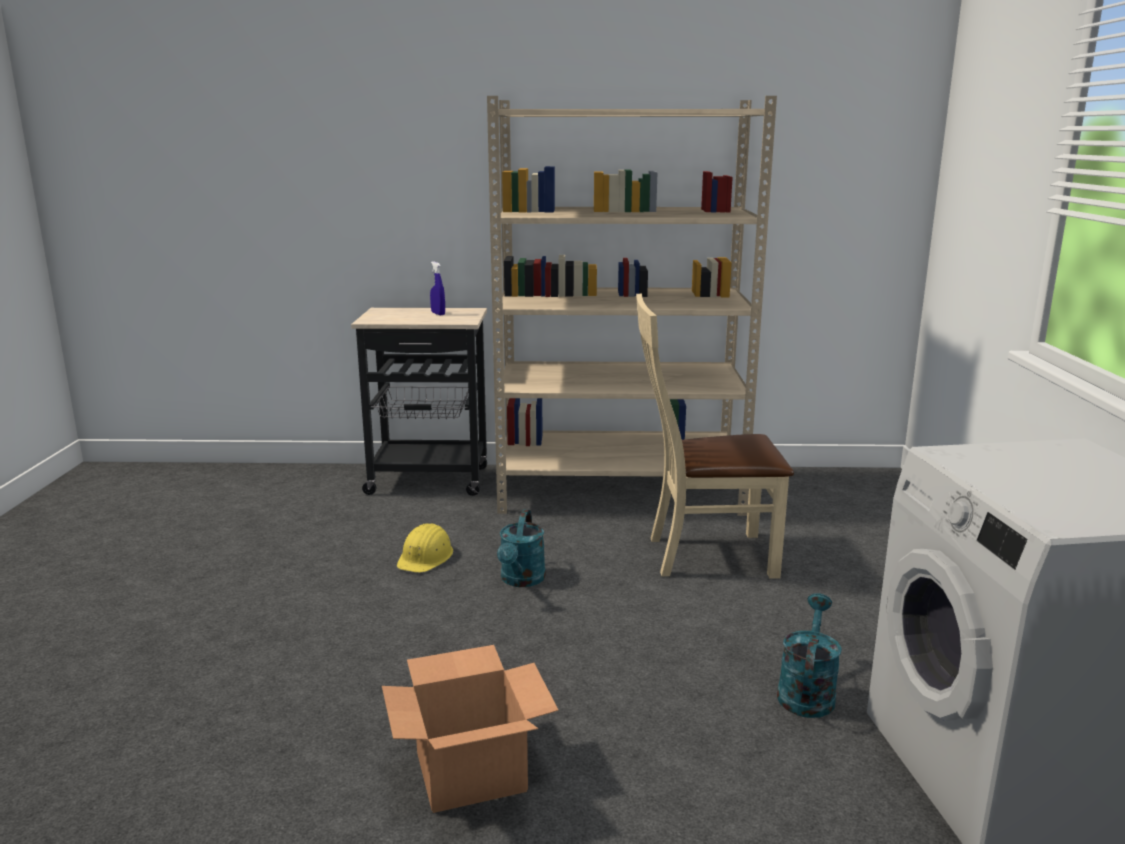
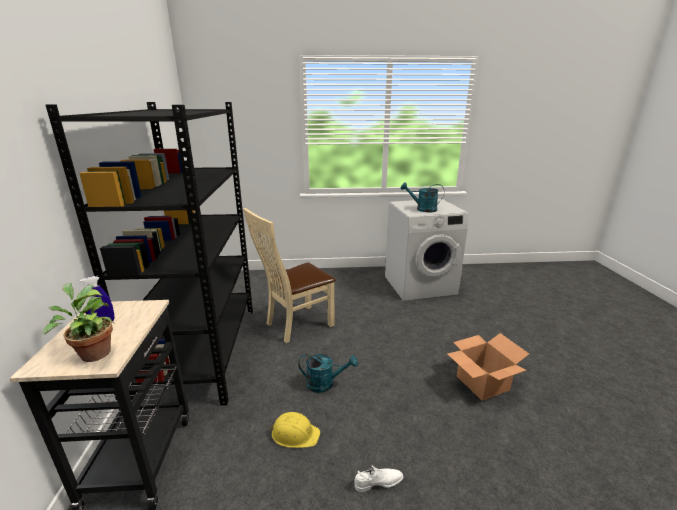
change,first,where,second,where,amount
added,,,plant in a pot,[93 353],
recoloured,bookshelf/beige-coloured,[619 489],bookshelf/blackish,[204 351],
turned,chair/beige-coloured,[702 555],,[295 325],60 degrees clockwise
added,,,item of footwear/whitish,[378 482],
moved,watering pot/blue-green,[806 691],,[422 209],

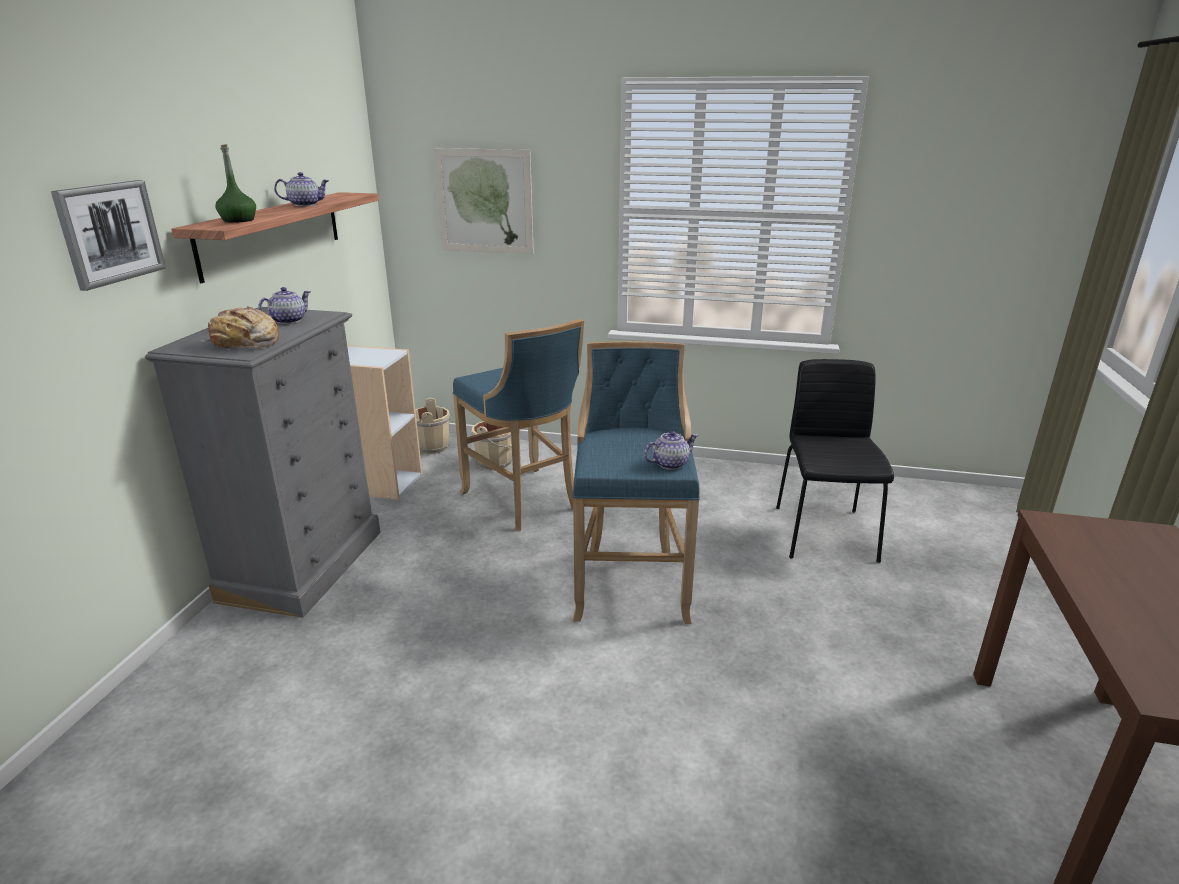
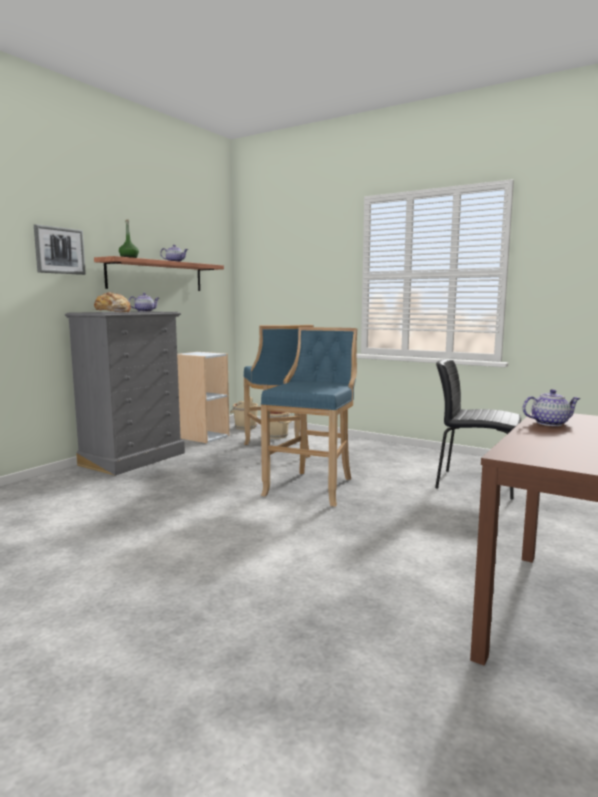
change,first,where,second,where,amount
turned,chair/blackish,[823 531],,[473 483],90 degrees counterclockwise
moved,tea pot,[670 463],,[549 423],
removed,wall art,[484 201],,,

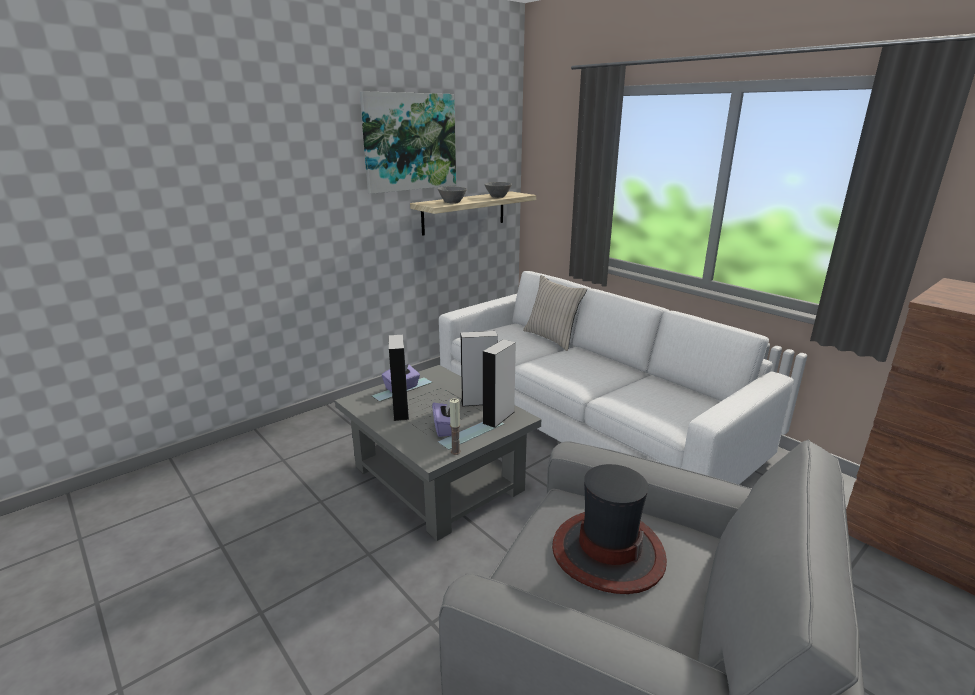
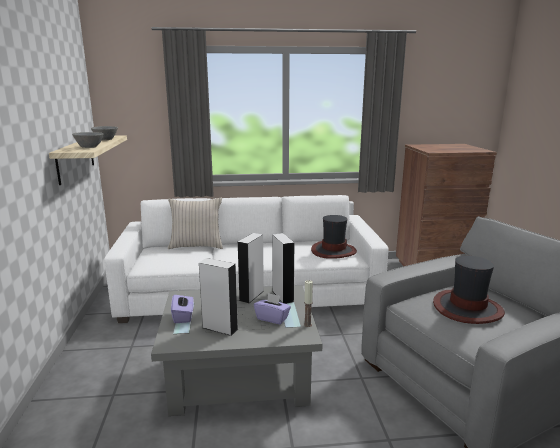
change,first,where,second,where,amount
added,,,wearable hat,[333 251],
removed,wall art,[410 142],,,

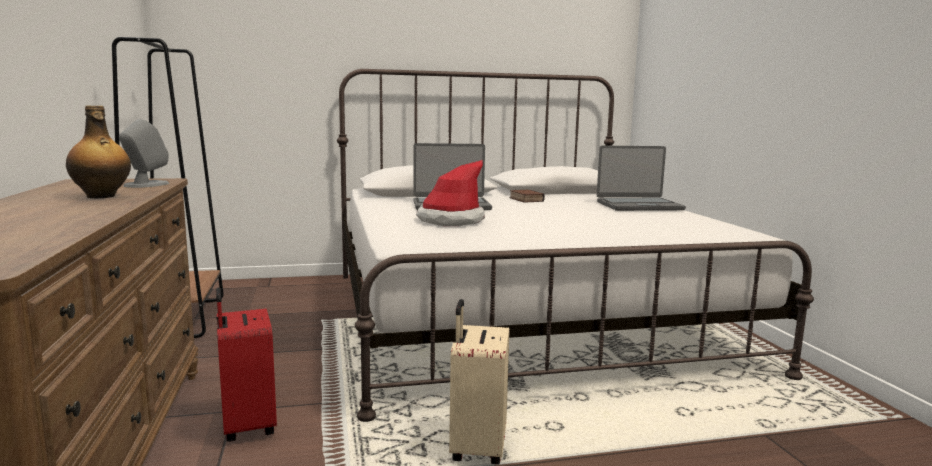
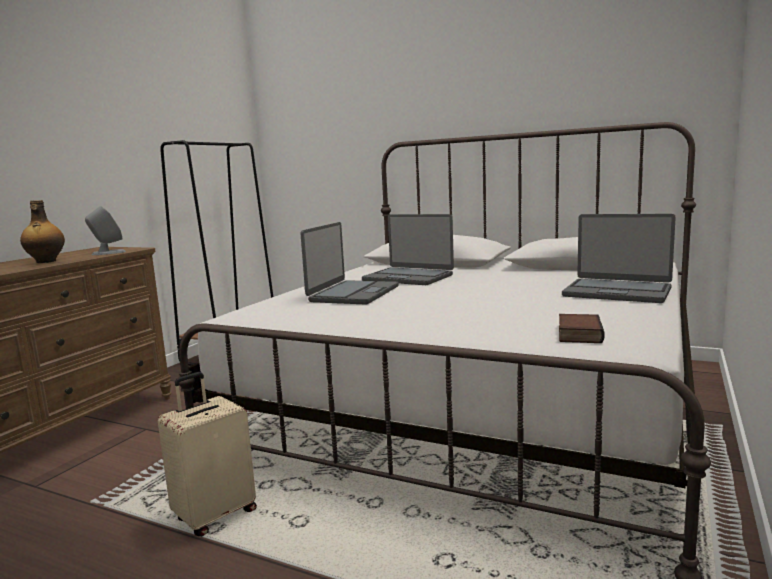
change,first,where,second,where,amount
replaced,wearable hat,[450 220],portable computer,[353 294],
moved,book,[525 199],,[577 334],
removed,piece of luggage/red-coloured,[247 426],,,

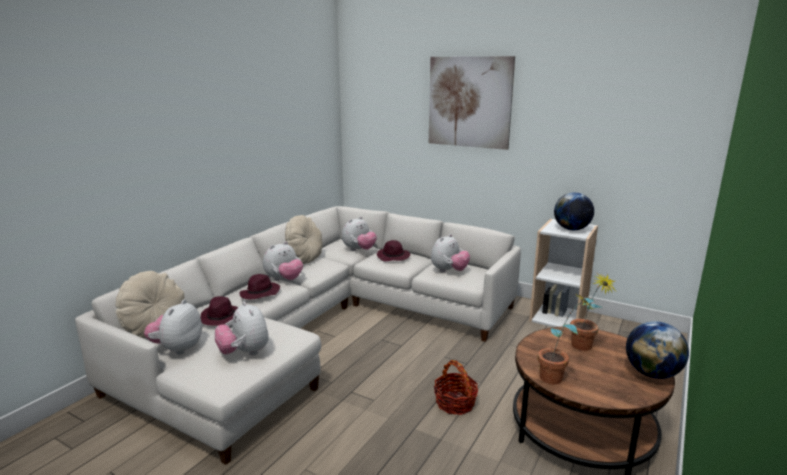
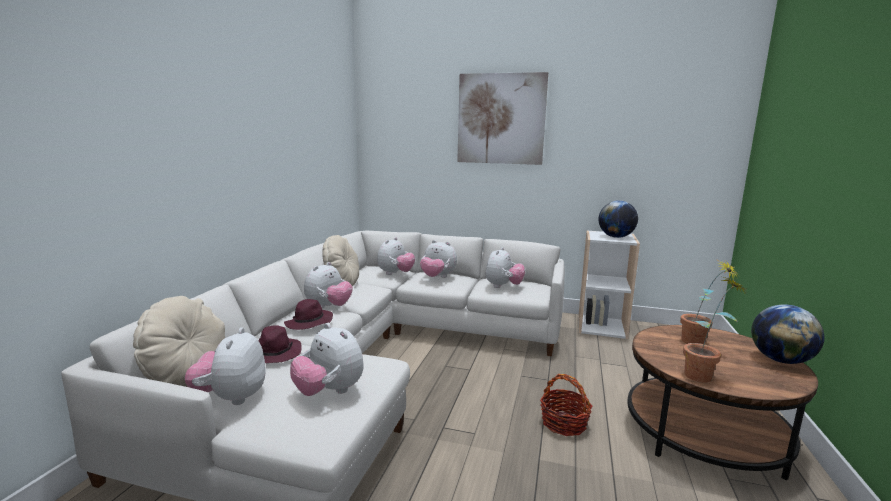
change,first,where,second,where,amount
replaced,wearable hat/purplish,[393 257],cuddly toy,[437 277],

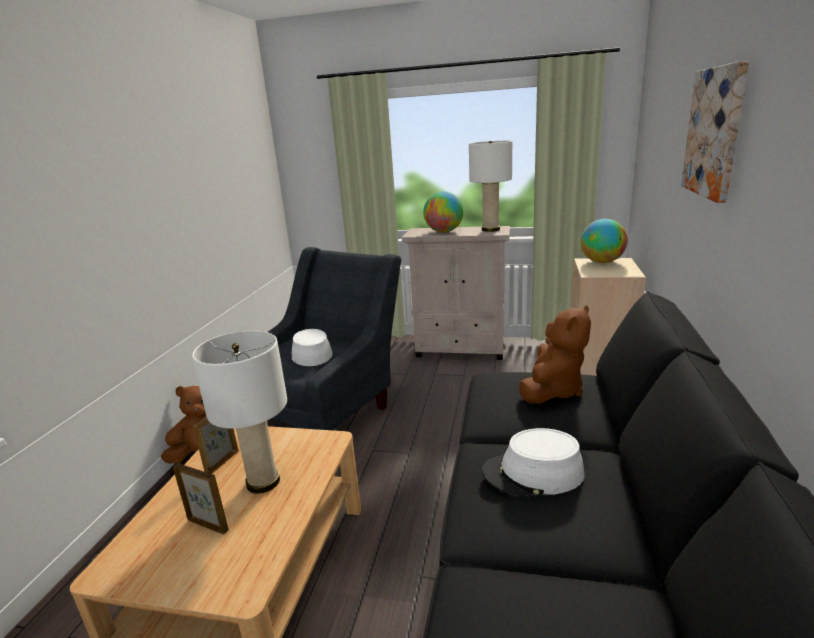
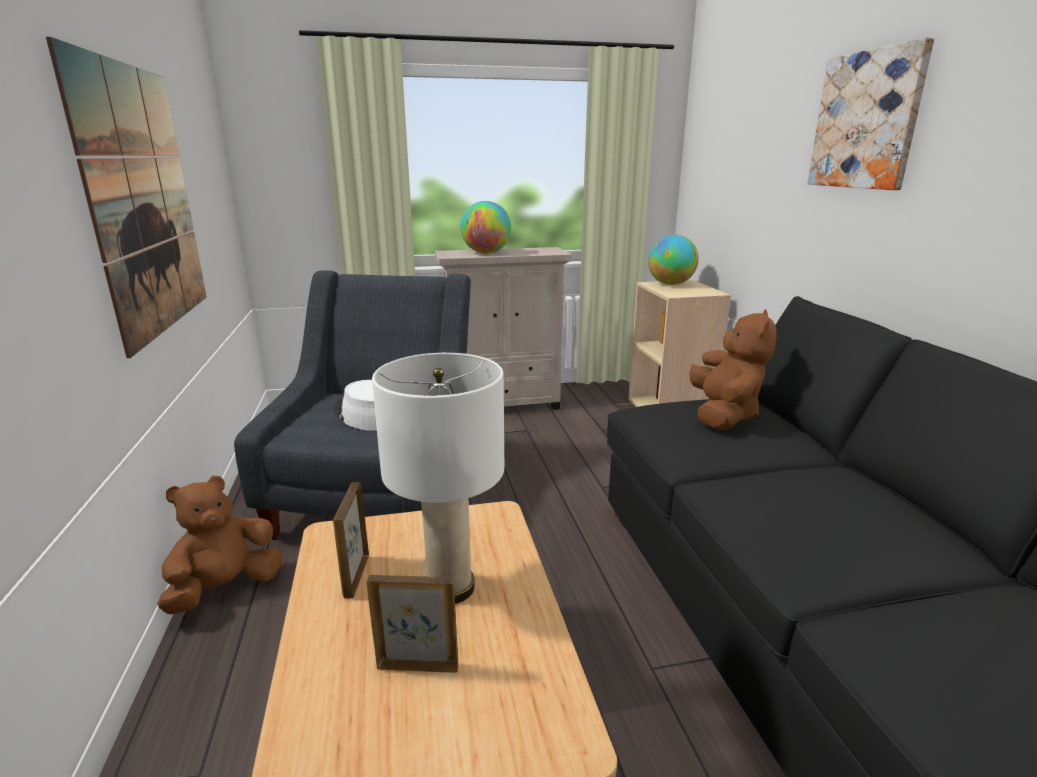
change,first,where,second,where,amount
added,,,wall art,[143 201],
removed,table lamp/whitish,[490 229],,,
removed,wearable hat/whitish,[533 474],,,

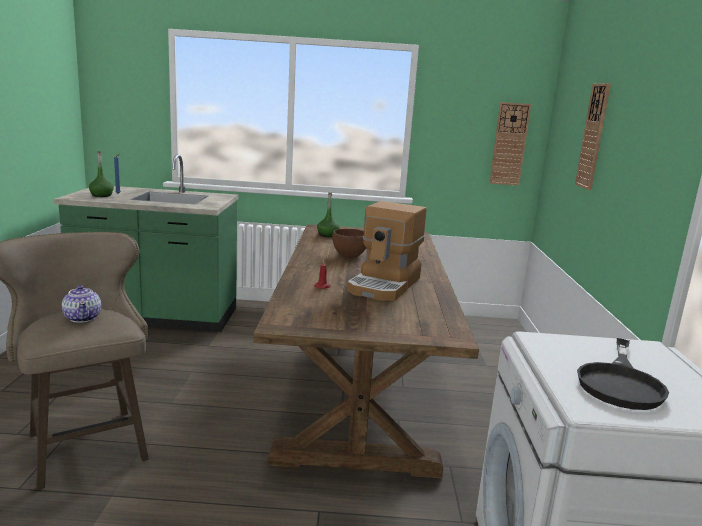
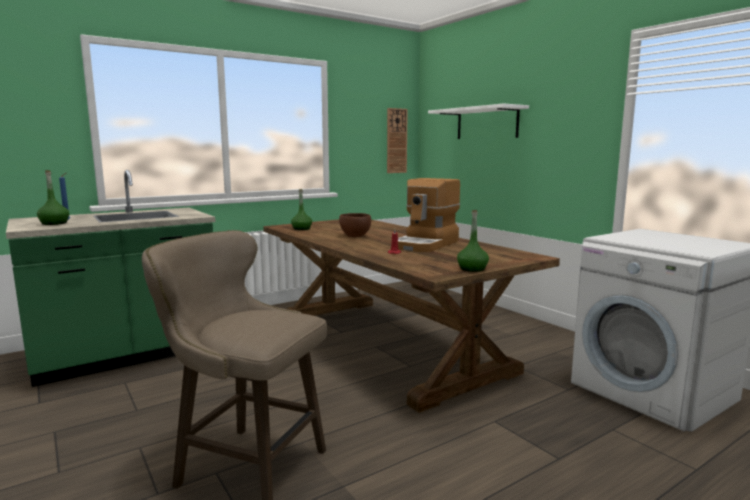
change,first,where,second,where,amount
turned,coffee maker,[385 285],,[426 244],45 degrees clockwise
replaced,hanging clock,[593 136],shelf/whitish,[487 123],
added,,,beverage bottle/green-coloured,[472 269],
removed,tea pot,[83 318],,,
removed,skillet/blackish,[620 382],,,

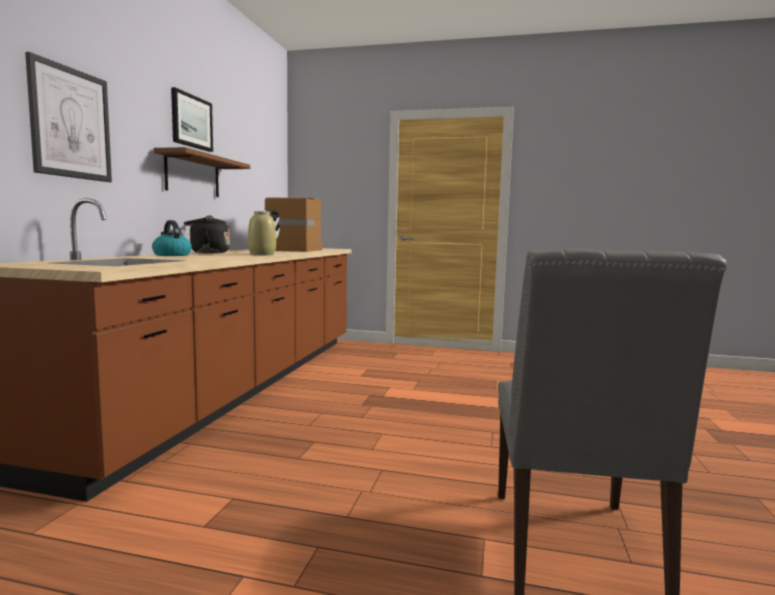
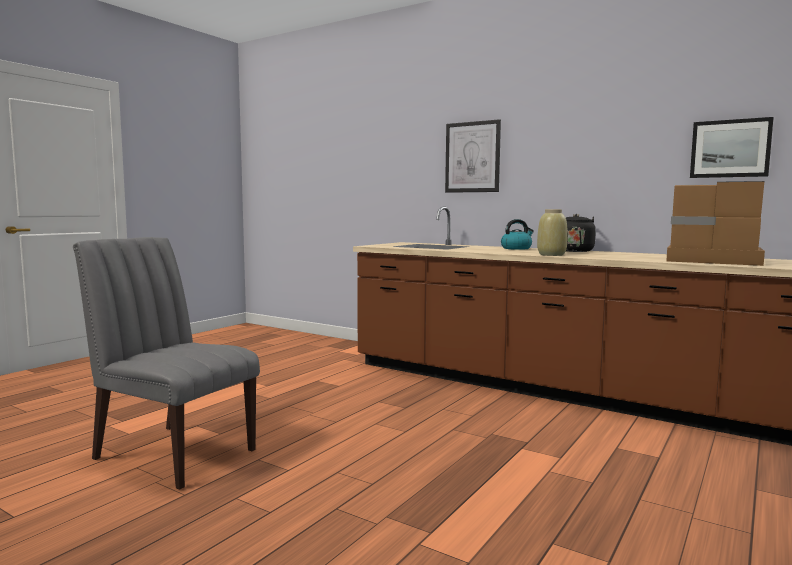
change,first,where,second,where,amount
moved,wall art,[191 121],,[730 148],
removed,shelf/brown-coloured,[193 175],,,

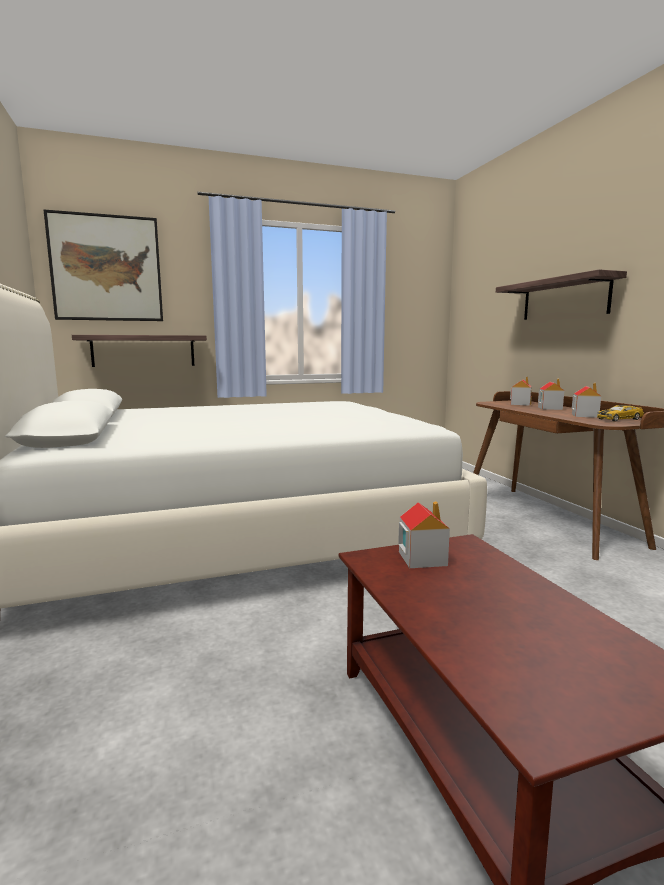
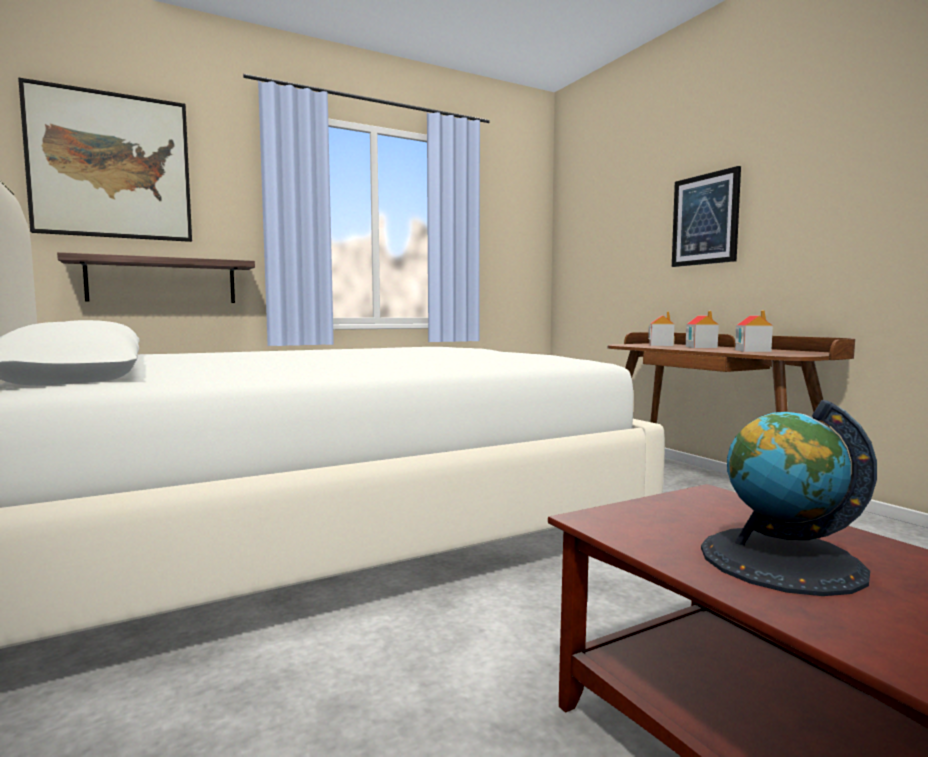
change,first,where,second,where,amount
replaced,shelf,[564 299],wall art,[705 219],
added,,,desk globe,[780 561],
removed,toy house,[422 558],,,
removed,miniature car,[619 419],,,

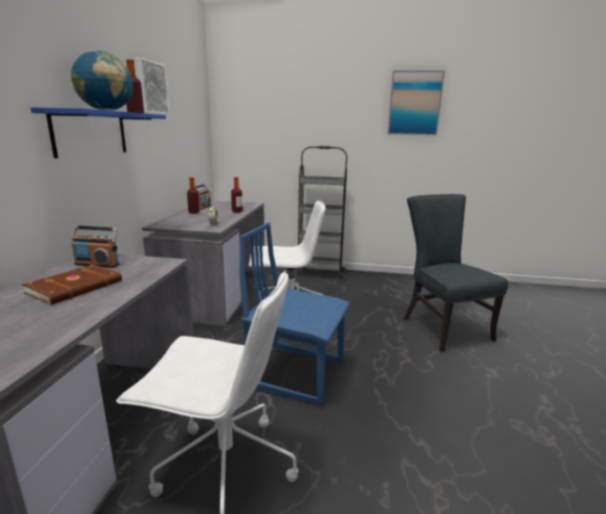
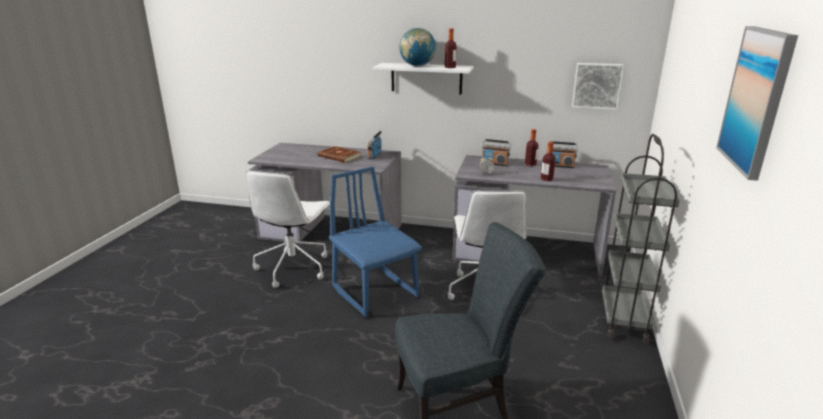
change,first,where,second,where,amount
turned,chair/bluish,[295 372],,[376 292],60 degrees counterclockwise
recoloured,shelf/bluish,[91 133],shelf/whitish,[426 78],
added,,,radio,[494 163],
moved,wall art,[150 88],,[597 85],

